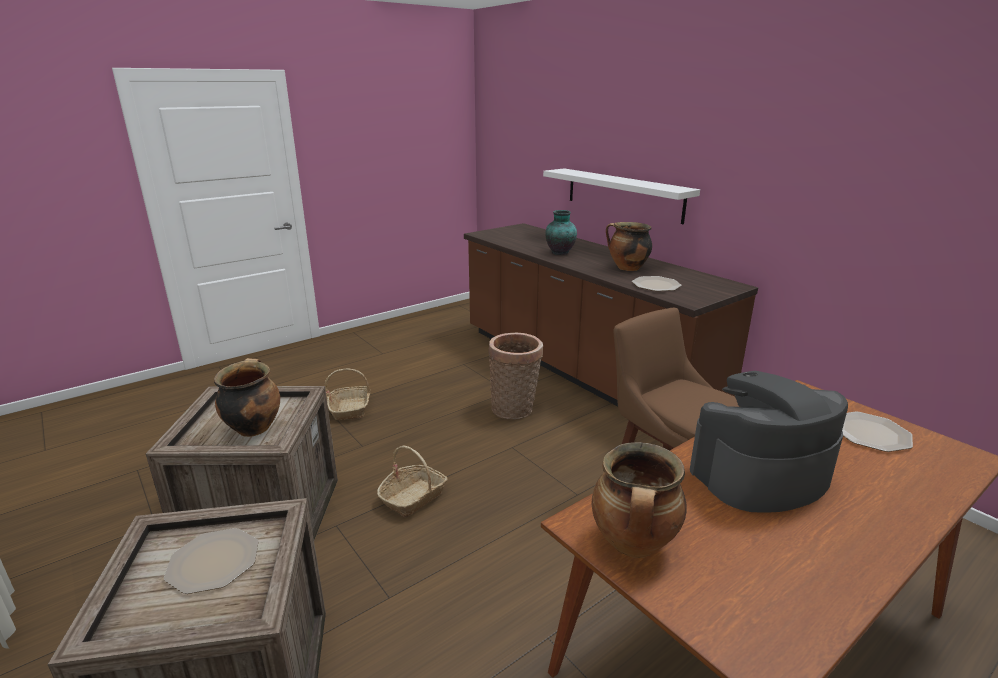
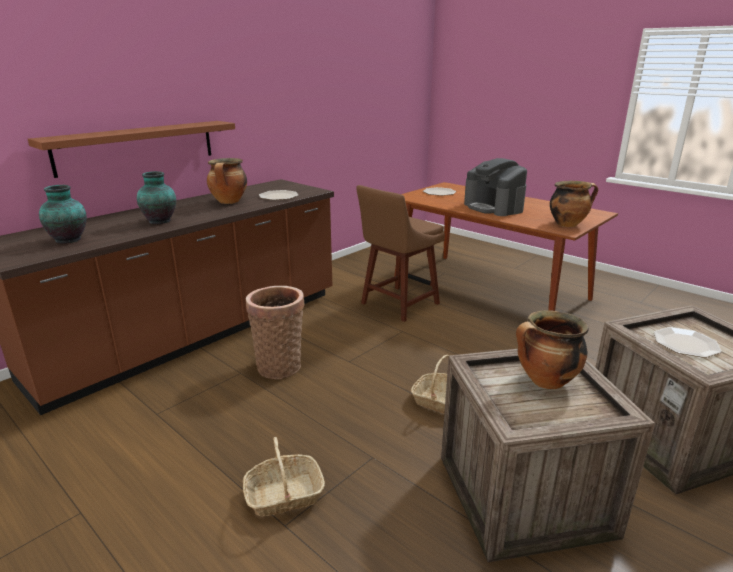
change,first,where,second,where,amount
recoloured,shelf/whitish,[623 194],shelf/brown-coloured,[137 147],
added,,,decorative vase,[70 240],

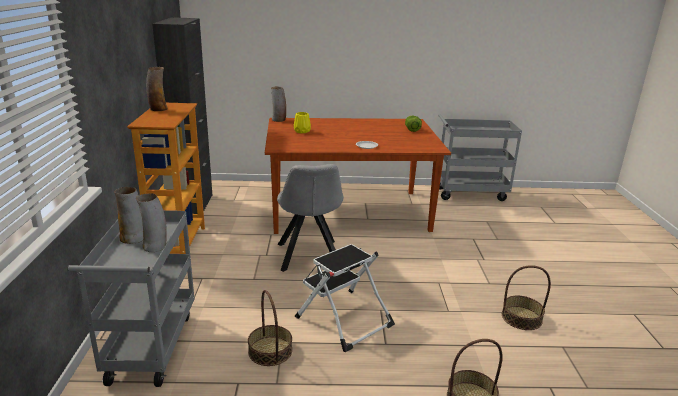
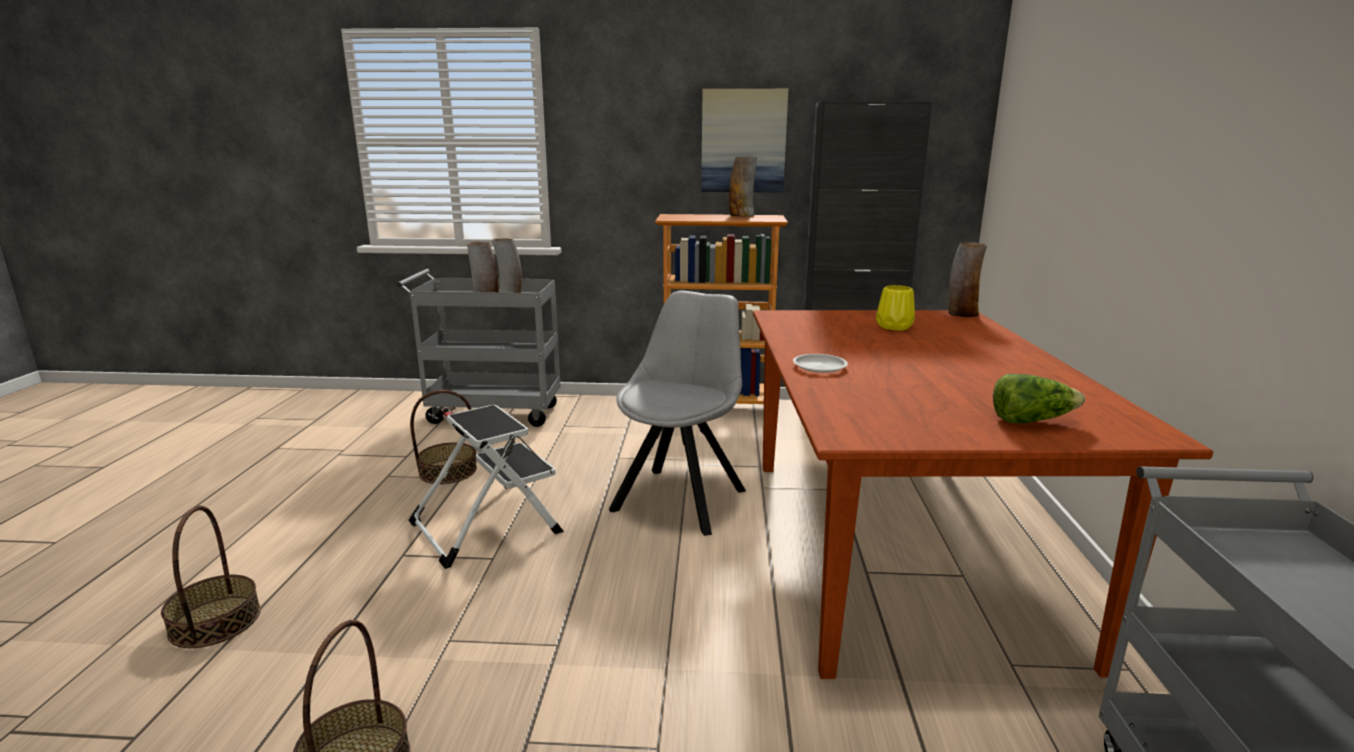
change,first,where,second,where,amount
turned,chair/grey,[309 257],,[681 498],120 degrees clockwise
added,,,wall art,[743 141],

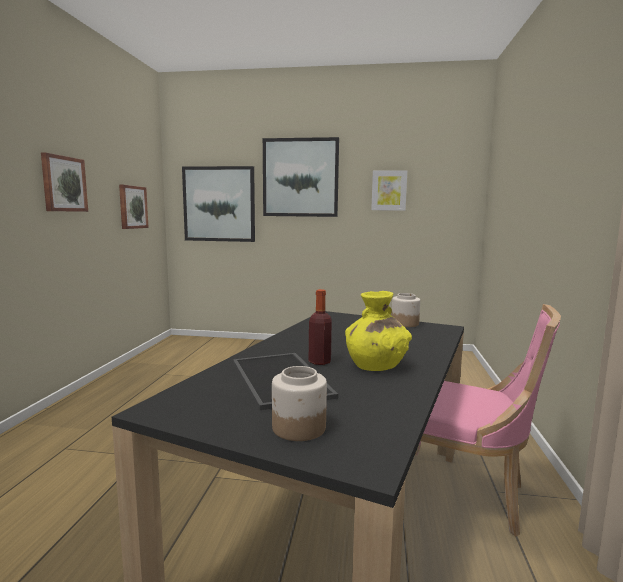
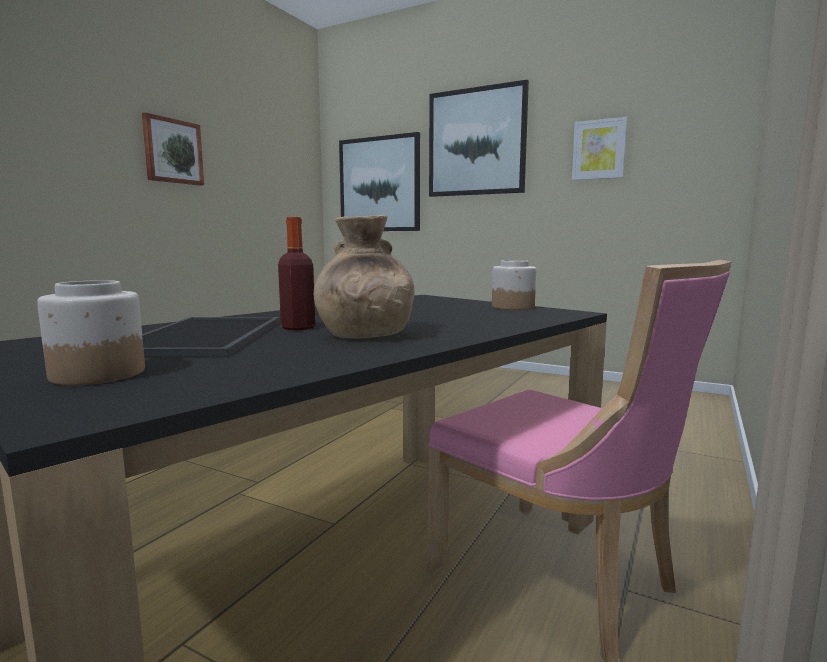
change,first,where,second,where,amount
recoloured,decorative vase/yellowish,[375 366],decorative vase/brown-coloured,[365 335],
removed,wall art,[132 207],,,

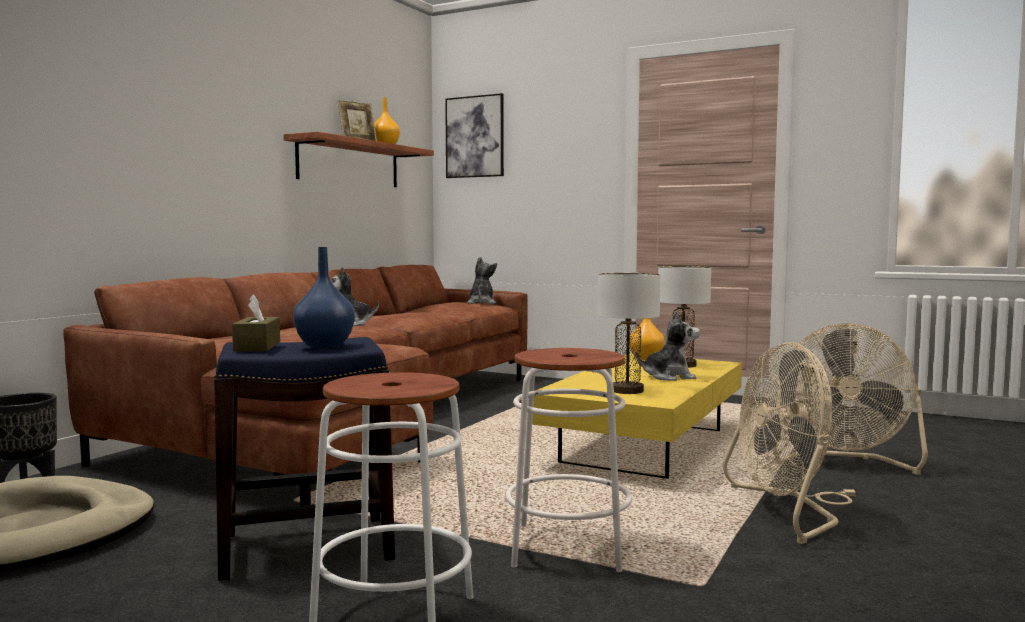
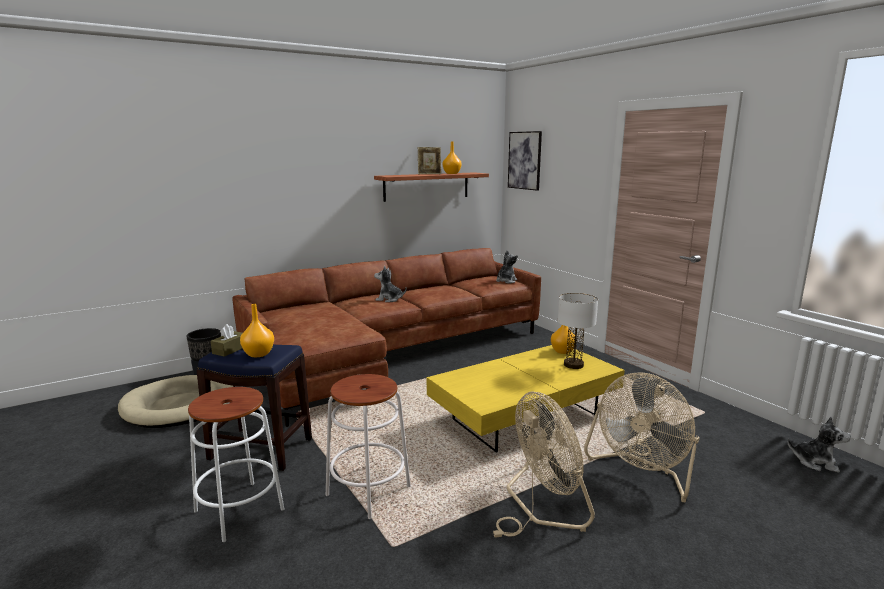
change,first,where,second,where,amount
recoloured,decorative vase/bluish,[325 345],decorative vase/orangey,[258 354],
turned,fan/beige-coloured,[791 509],,[536 505],135 degrees clockwise
moved,cuddly toy,[669 377],,[815 462],
removed,table lamp,[627 390],,,

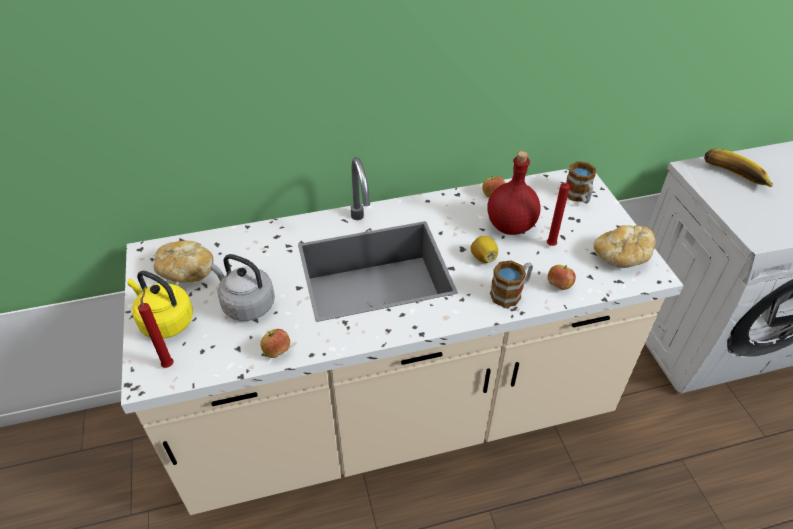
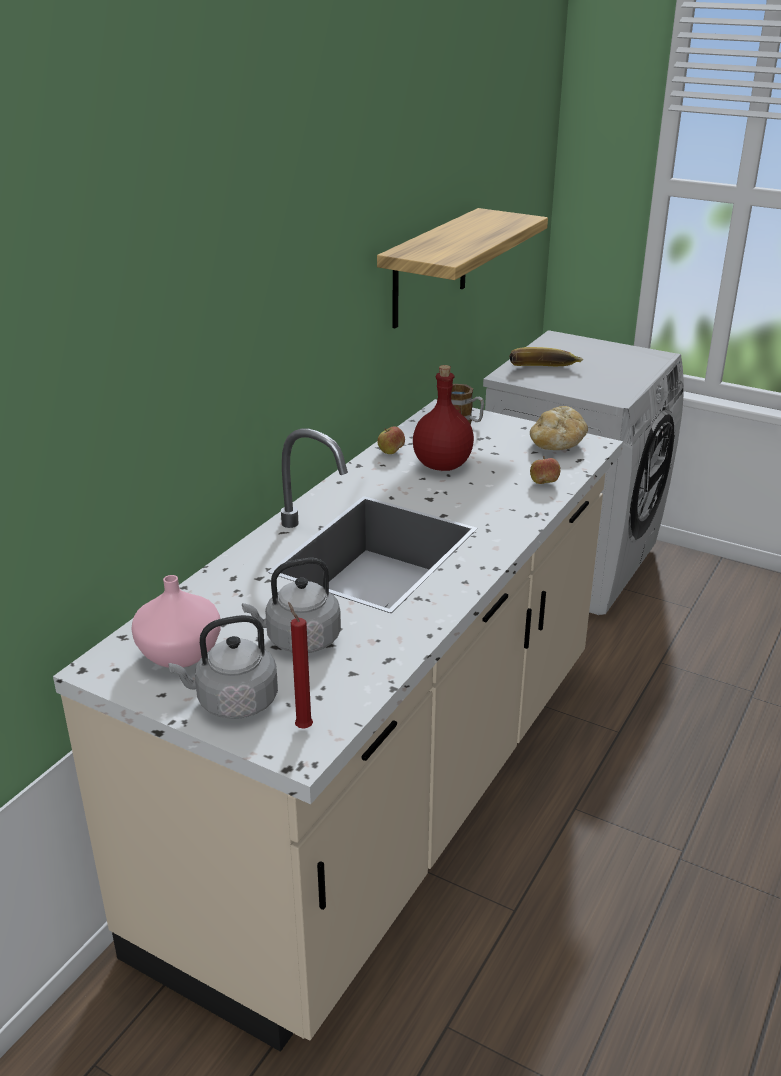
change,first,where,second,where,amount
replaced,bakery bread,[186 271],decorative vase/pink,[180 655],
recoloured,kettle/yellowish,[165 321],kettle/grey,[233 702],
added,,,shelf,[430 268],
removed,whole apple,[277 351],,,
removed,whole lemon,[483 258],,,
removed,tea mug,[510 292],,,
removed,candle/red-coloured,[549 246],,,

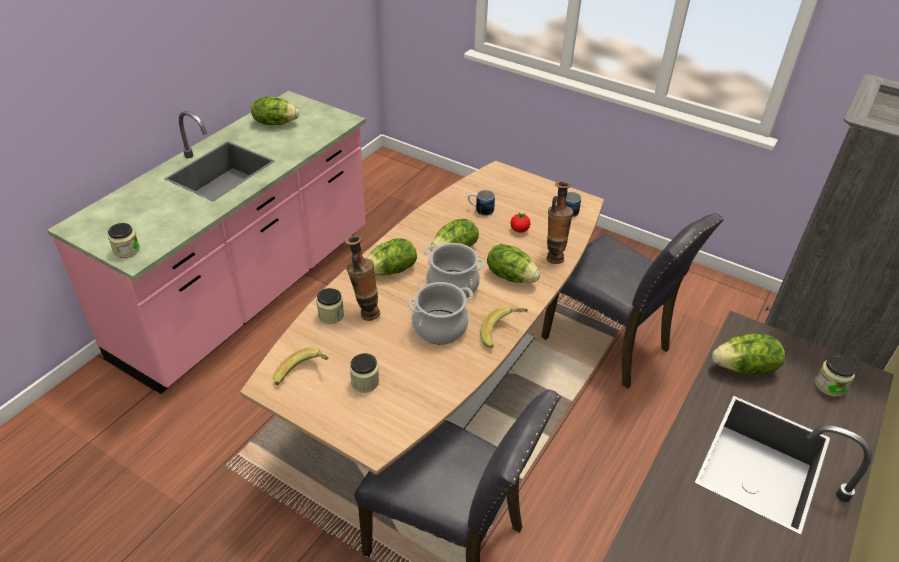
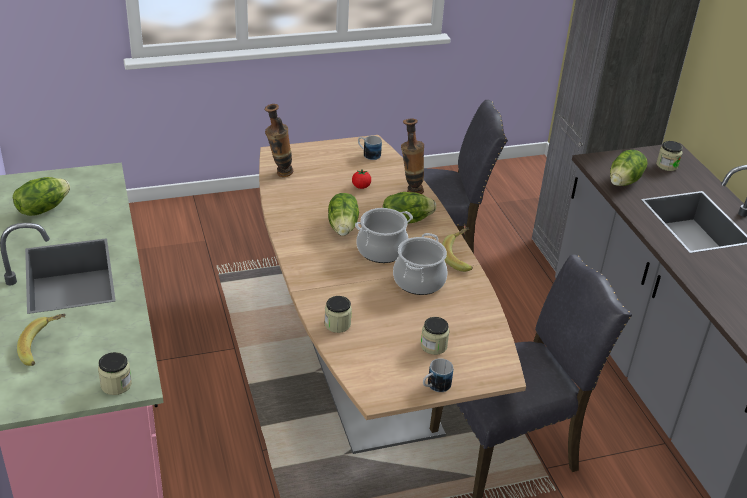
change,first,where,second,where,amount
moved,banana,[303 375],,[45 348],
moved,decorative vase,[365 312],,[279 174],
moved,tea mug,[480 210],,[435 386],
removed,lettuce,[391 270],,,

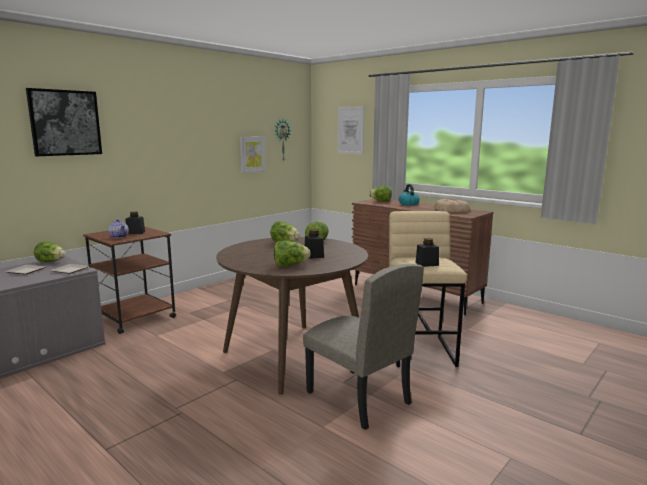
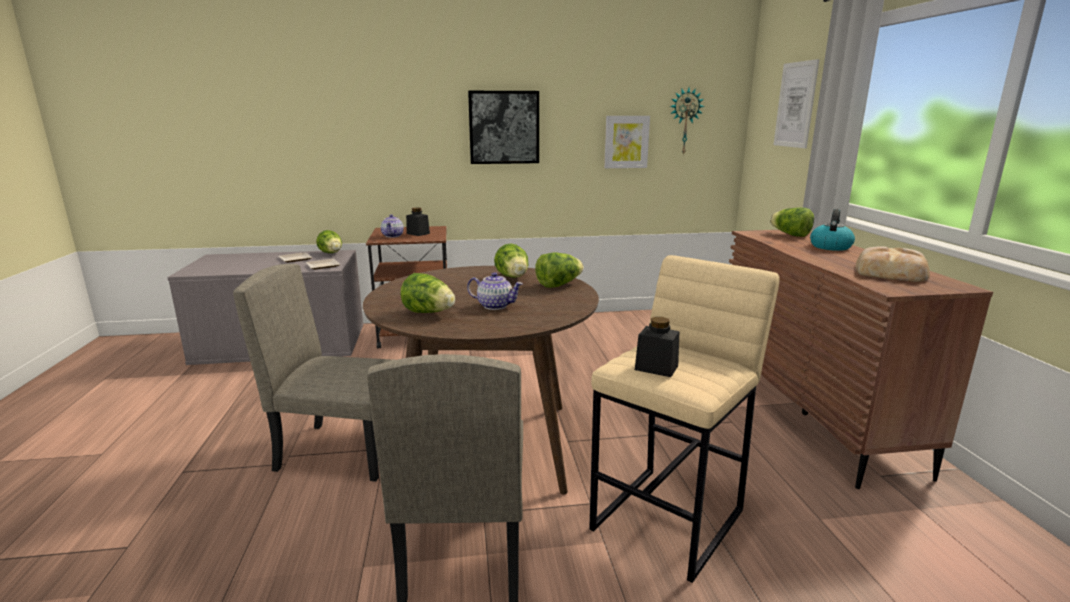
change,first,where,second,where,amount
added,,,chair/beige-coloured,[344 450],
replaced,storage jar/blackish,[314 255],tea pot,[495 305],
moved,wall art,[65 123],,[504 127],

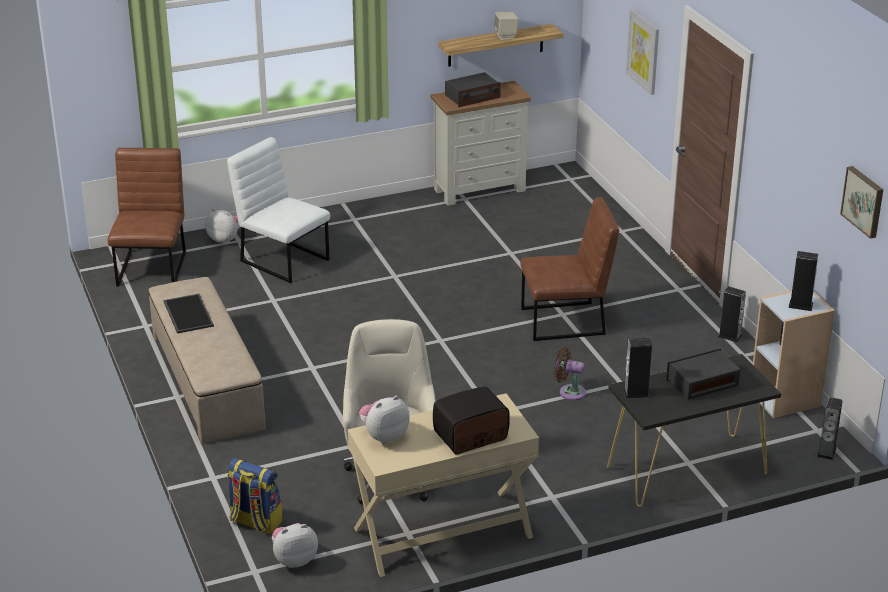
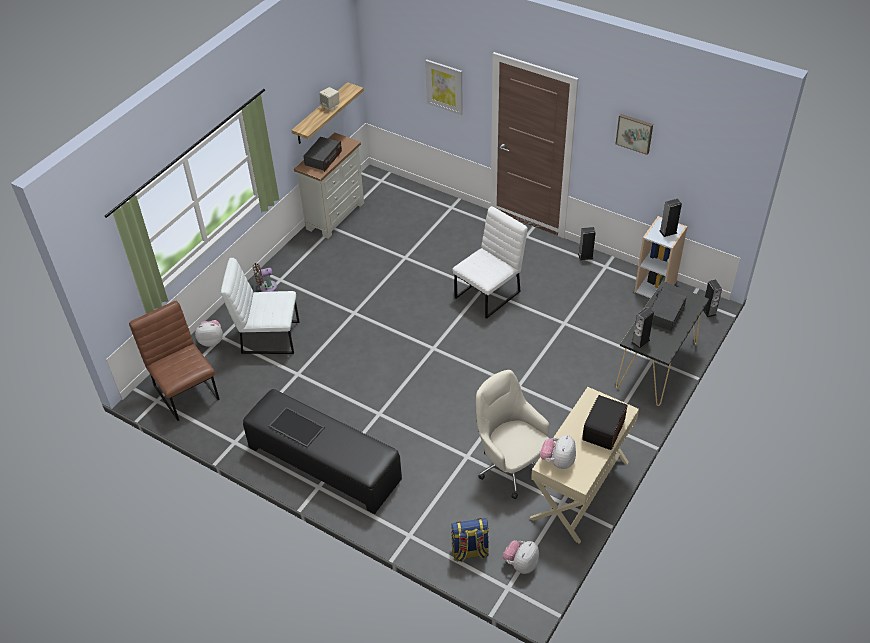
change,first,where,second,where,amount
recoloured,bench/beige-coloured,[206 380],bench/blackish,[323 463],
moved,fan/brown-coloured,[569 392],,[266 287],
recoloured,chair/brown-coloured,[565 321],chair/whitish,[489 294],
moved,wall art,[864 201],,[634 133],

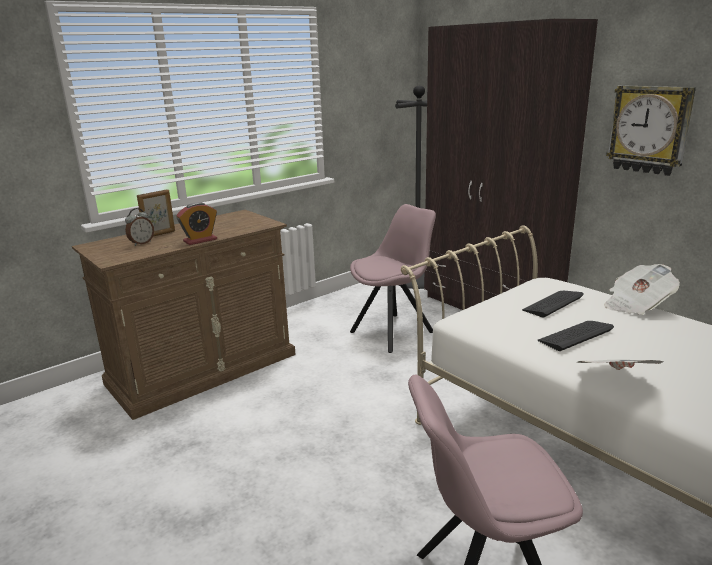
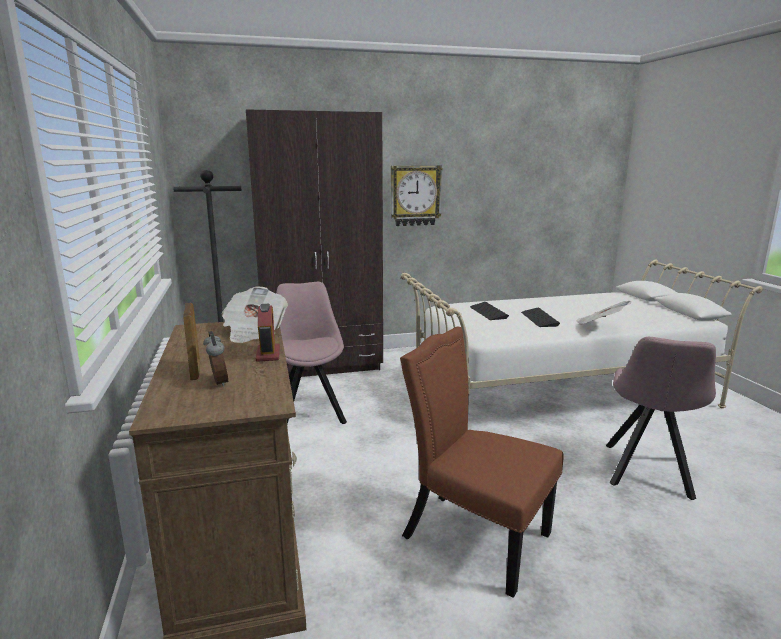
change,first,where,second,where,amount
moved,daily paper,[636 305],,[254 332],
added,,,chair/brown-coloured,[477 539],

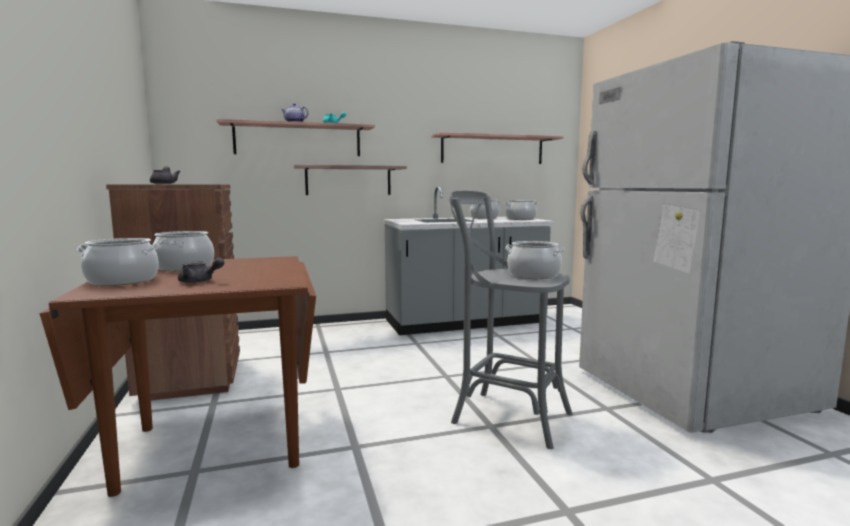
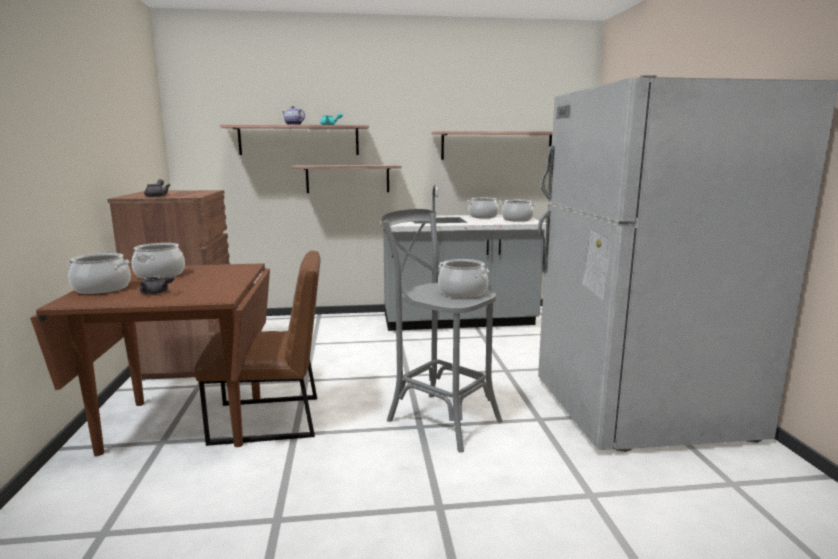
change,first,where,second,where,amount
added,,,chair/brown-coloured,[270 420],

